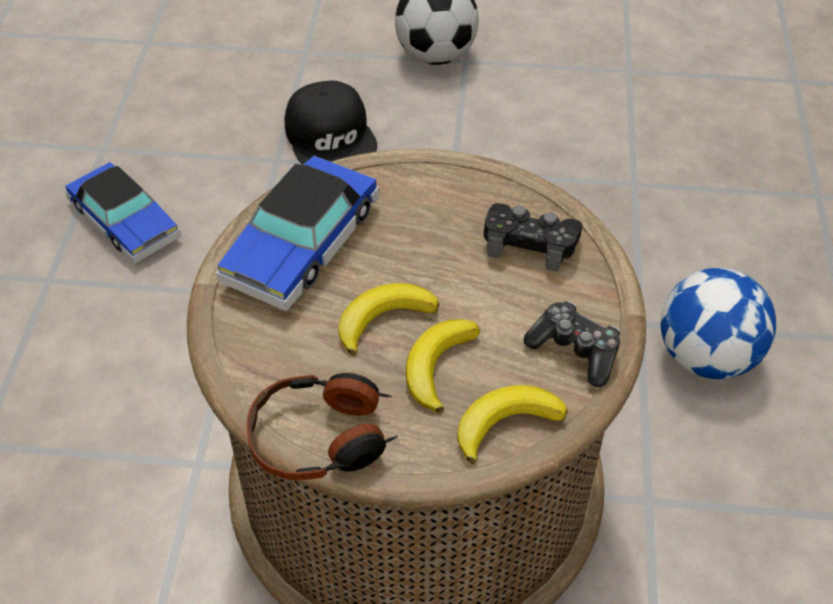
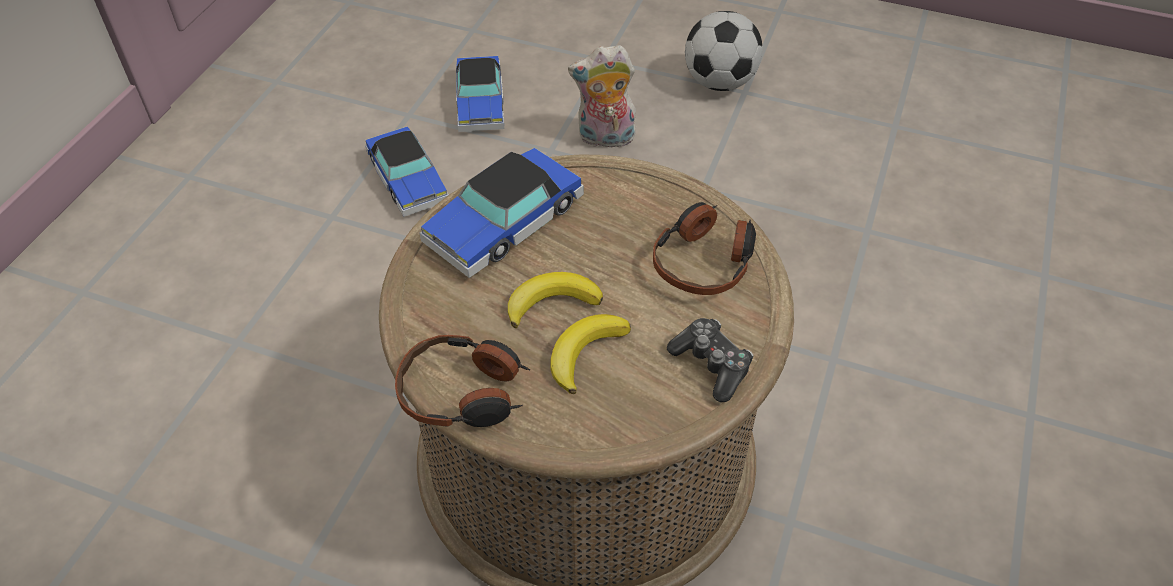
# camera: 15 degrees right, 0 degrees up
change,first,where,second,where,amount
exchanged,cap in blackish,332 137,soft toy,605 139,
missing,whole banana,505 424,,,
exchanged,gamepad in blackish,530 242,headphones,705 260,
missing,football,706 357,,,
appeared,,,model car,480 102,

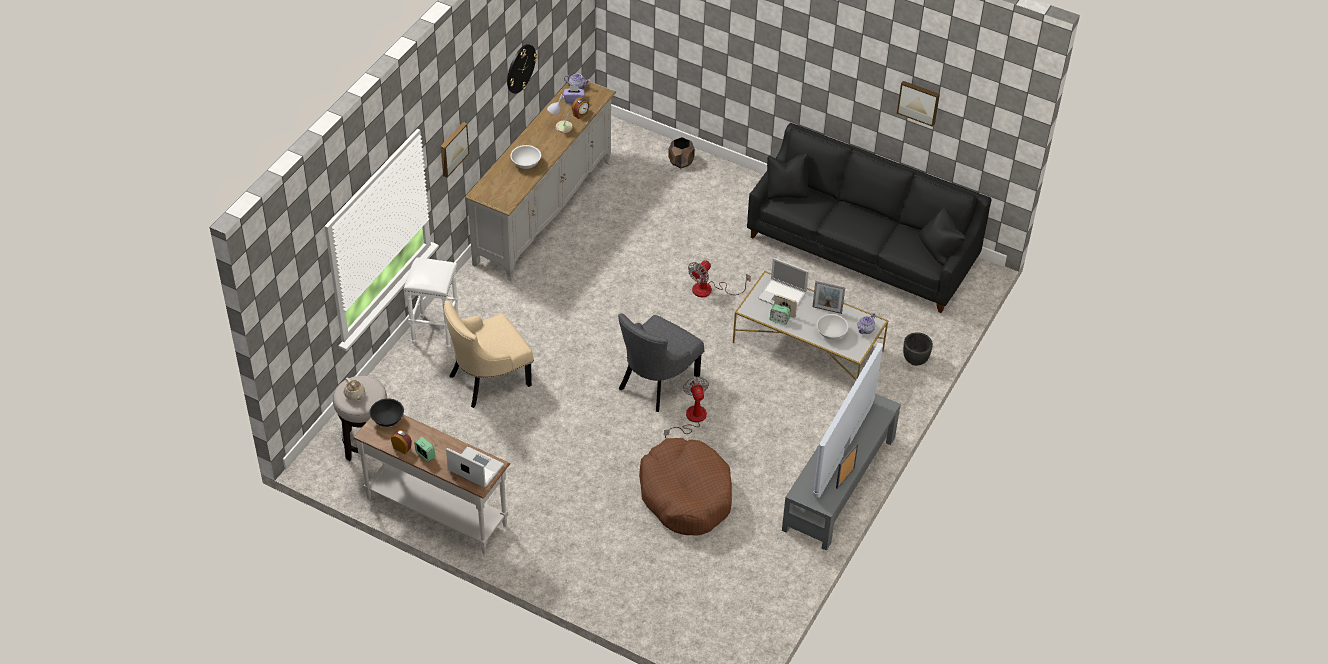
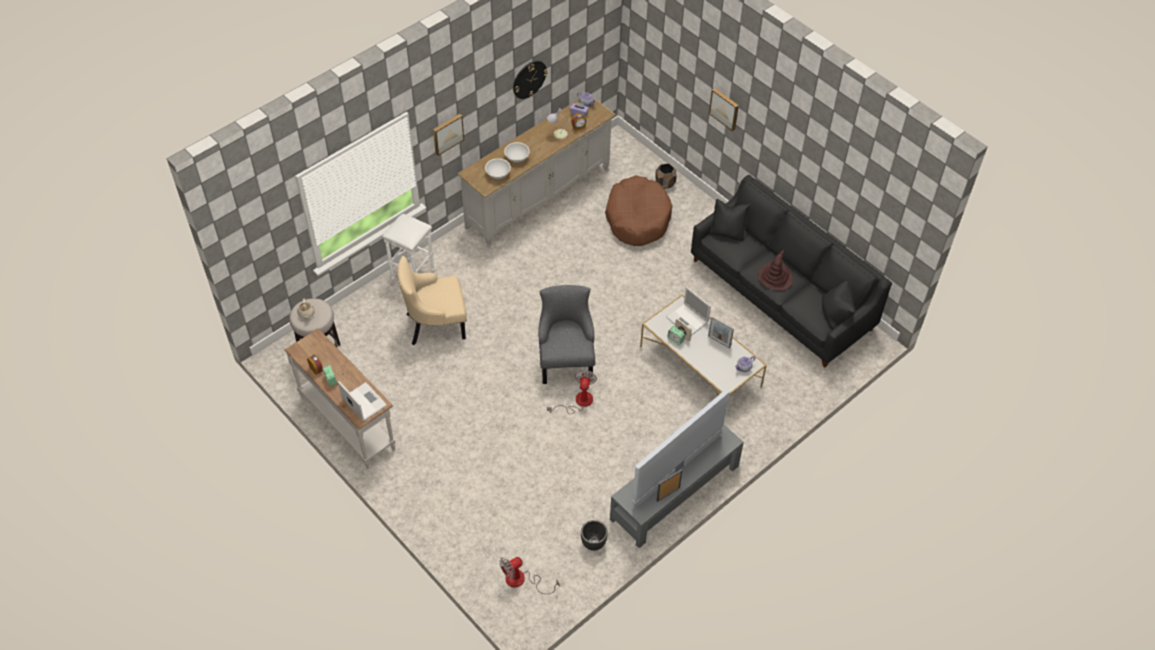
# camera: 20 degrees right, 5 degrees up
change,first,where,second,where,amount
missing,deep dish in blackish,387 419,,,
spun,easy chair in grey,658 381,,566 362,120 degrees clockwise
relocated,dog cushion in brown,686 495,,637 218,
relocated,cooling fan,709 290,,522 581,
relocated,deep dish in whitish,831 333,,498 174,
relocated,wall art,919 102,,725 108,
relocated,plant pot in blackish,915 360,,593 543,
appeared,,,clothing hat in brown,775 277,

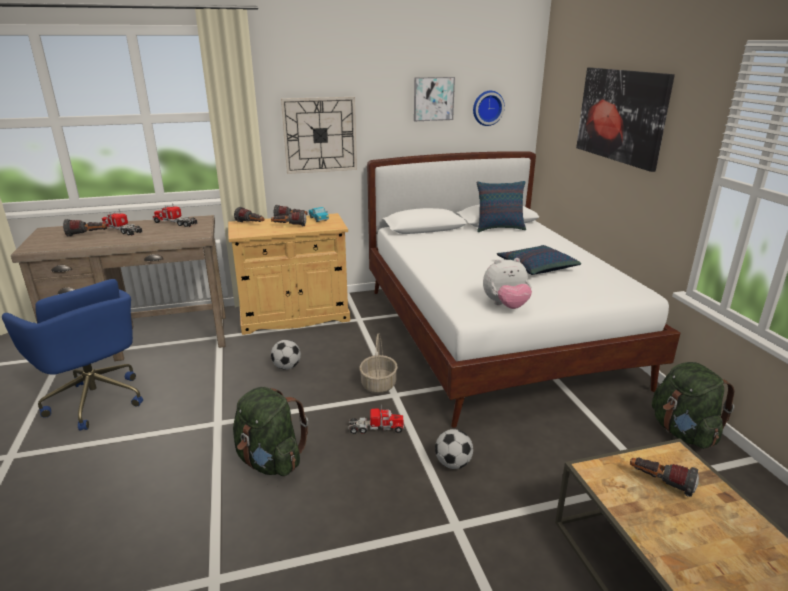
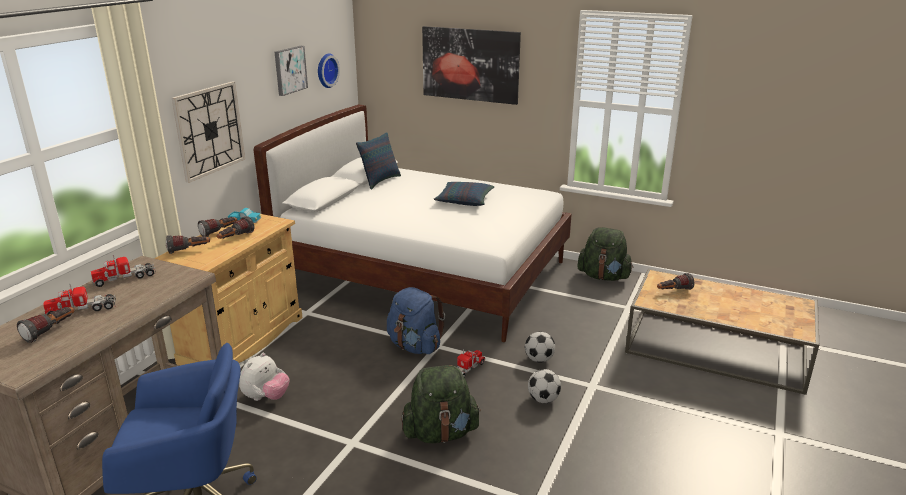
# camera: 50 degrees left, 0 degrees up
change,first,where,second,where,amount
relocated,football,287 367,,543 399,
exchanged,storage basket,379 385,rucksack in blue-coloured,415 346,
relocated,soft toy,506 306,,266 397,

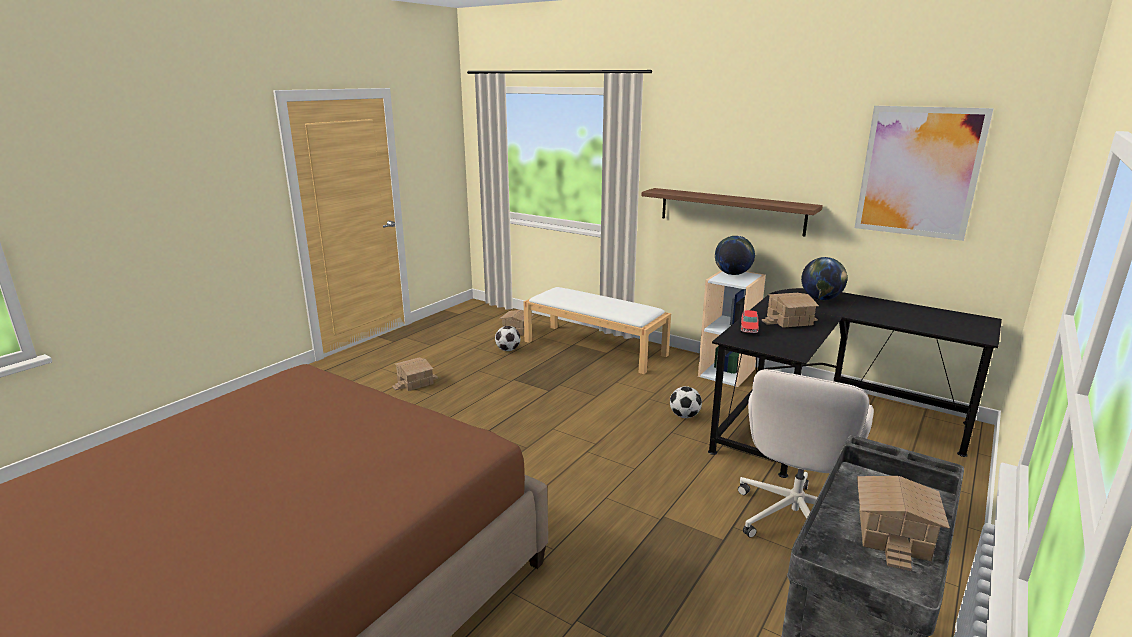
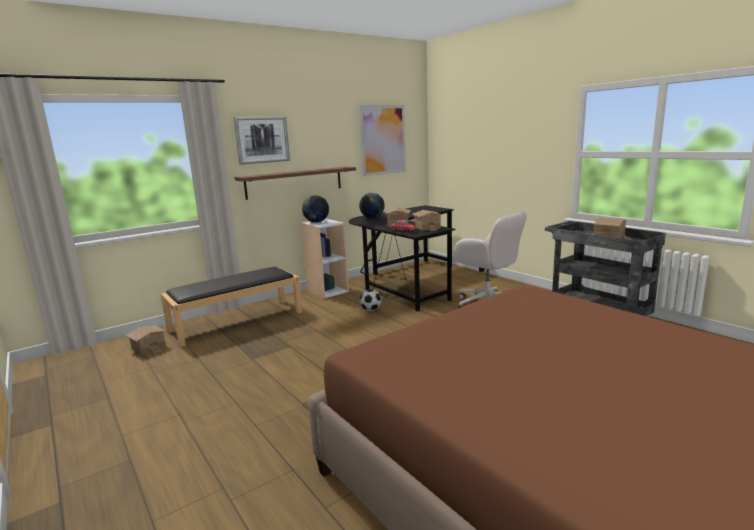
# camera: 70 degrees left, 5 degrees down
change,first,where,second,where,amount
relocated,model house,415 383,,427 227,
missing,football,508 350,,,
colour,indoor bench in whitish,595 348,indoor bench in blackish,237 321,
appeared,,,wall art,262 139,

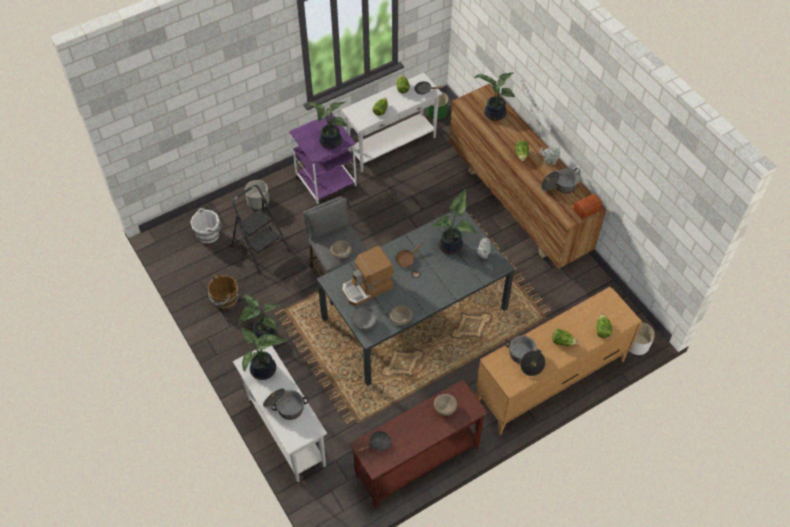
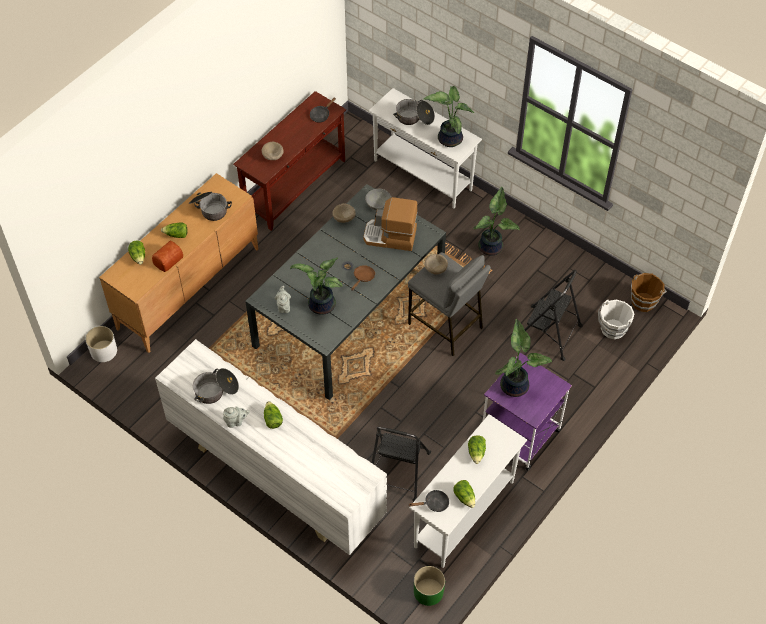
# camera: 160 degrees right, 0 degrees up
change,first,where,second,where,amount
relocated,bucket in brown,225 301,,643 301,
missing,plant pot in grey,258 202,,,
spun,coffee maker,367 288,,390 237,120 degrees counterclockwise
colour,storage cabinet in brown,518 206,storage cabinet in whitish,274 477,
missing,houseplant,493 114,,,
relocated,bread,587 209,,167 260,
appeared,,,stepladder in blackish,397 472,

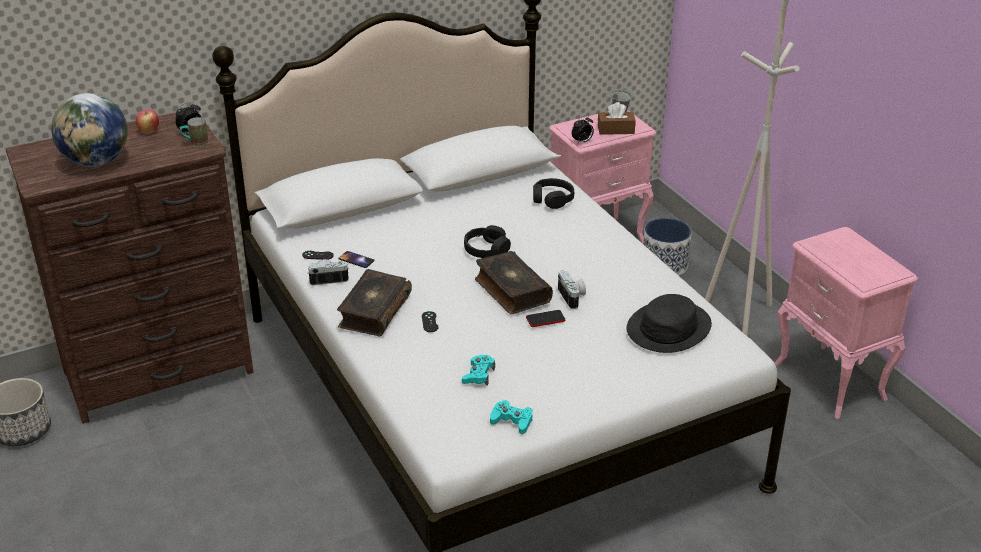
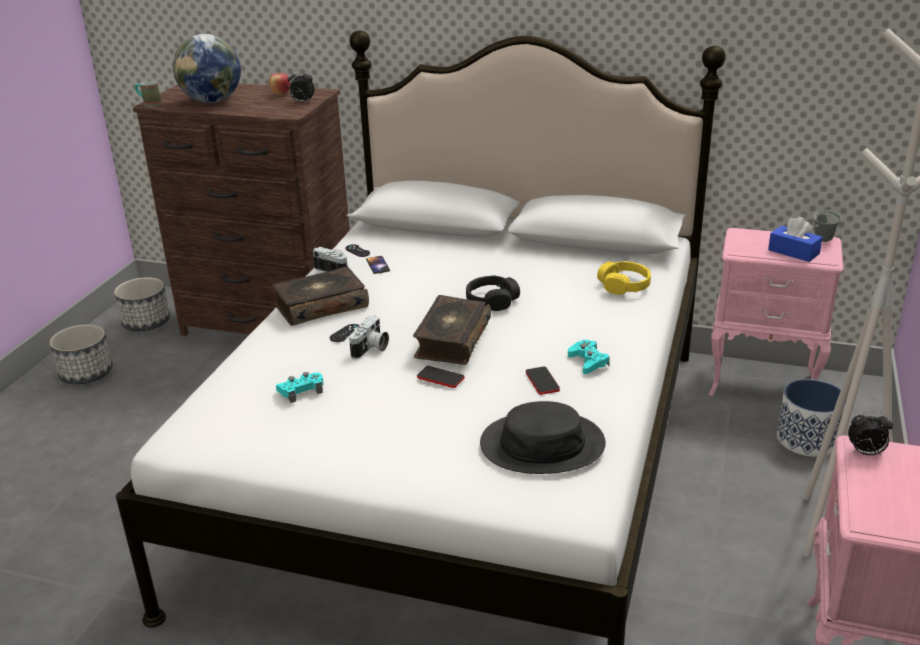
# camera: 45 degrees right, 5 degrees down
change,first,where,second,where,amount
relocated,tea mug,195 143,,149 104,
relocated,gamepad in blue-green,512 421,,588 362,
colour,headphones in blackish,552 199,headphones in yellowish,624 285,
relocated,still camera,573 297,,371 349,
relocated,bedside clock,582 142,,865 453,
colour,tissue box in brown,616 130,tissue box in blue-coloured,793 252,
appeared,,,plant pot,86 374,
appeared,,,phone,542 381,

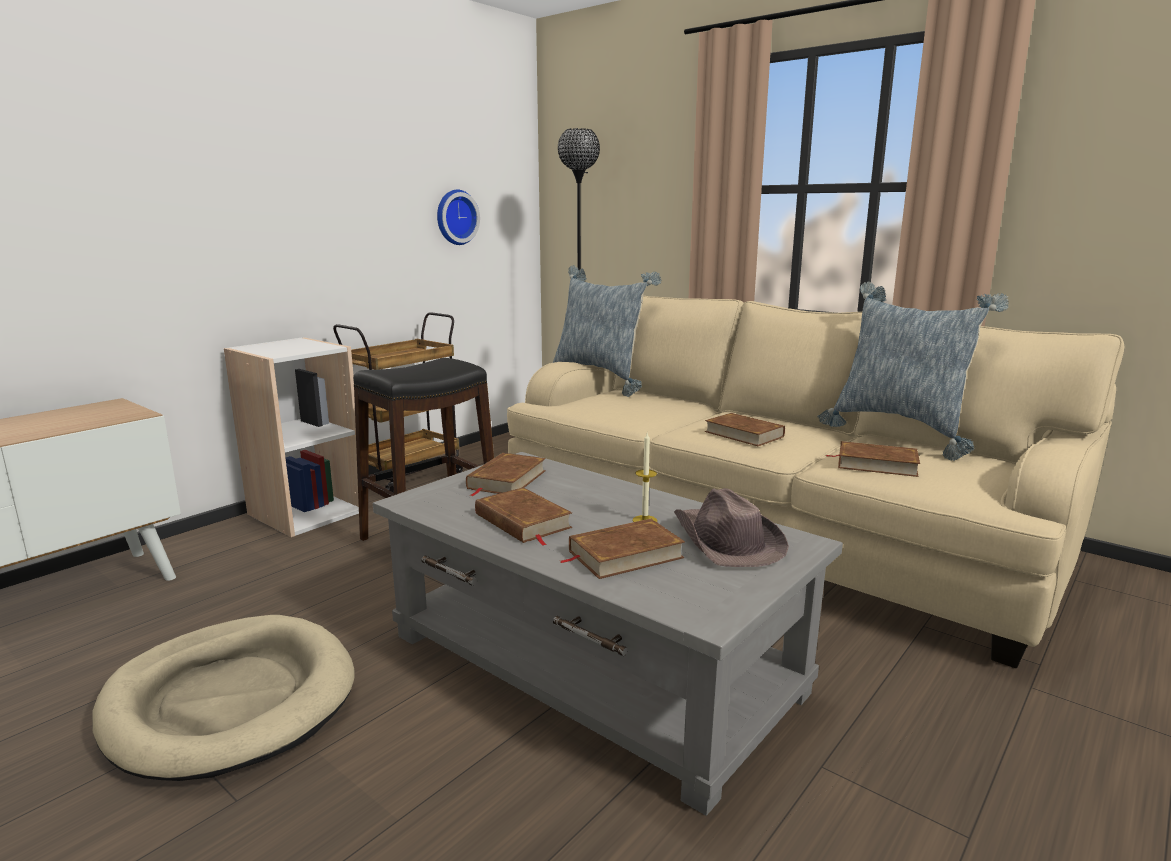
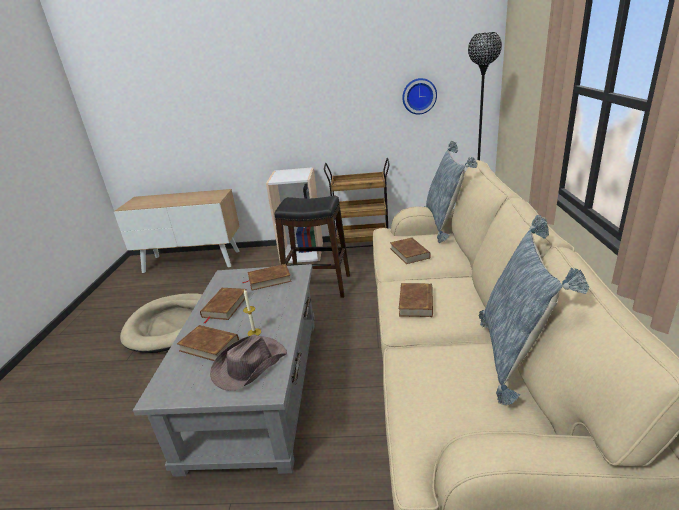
# camera: 55 degrees right, 10 degrees up
change,first,where,second,where,amount
relocated,volume in brown,876 464,,409 253,

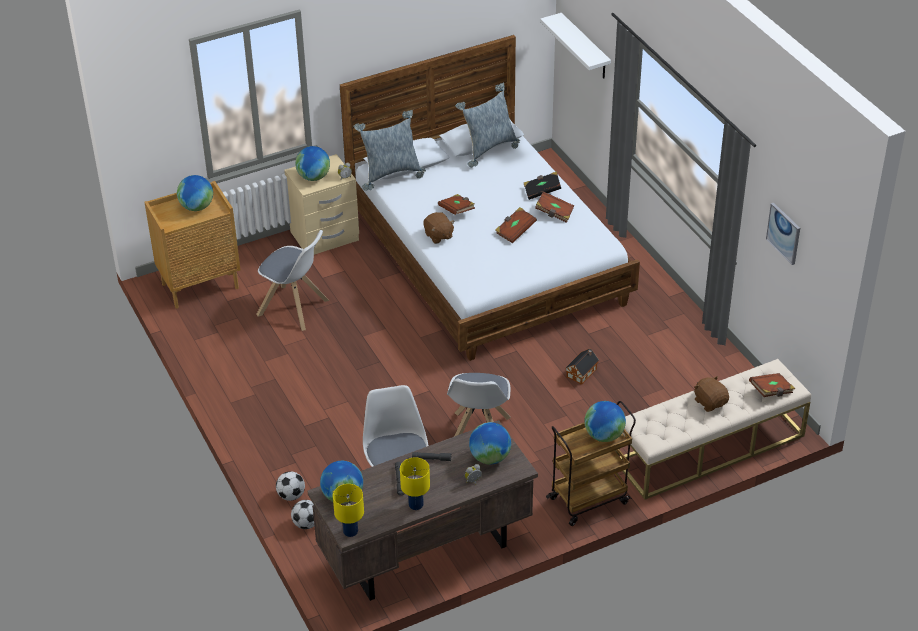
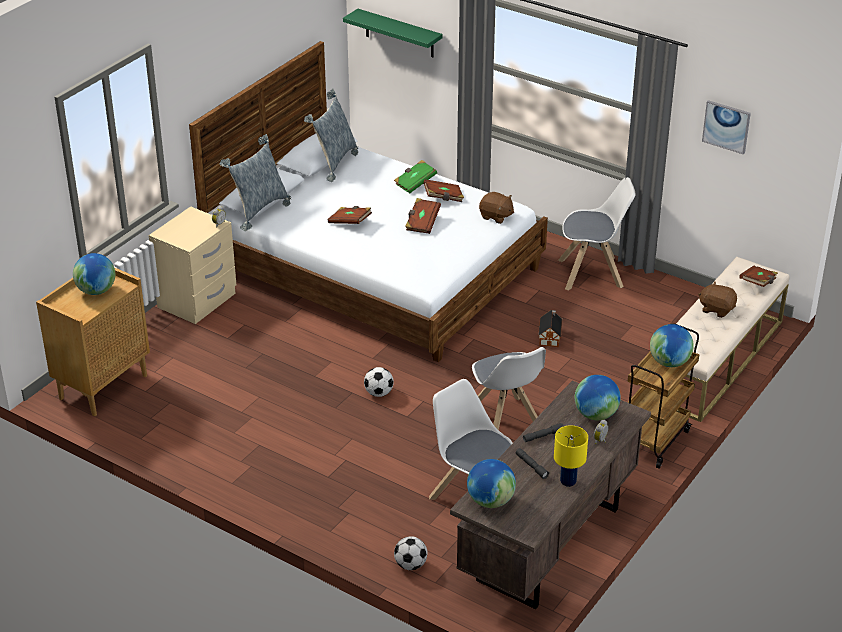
# camera: 30 degrees left, 5 degrees down
change,first,where,second,where,amount
relocated,upright chair,295 308,,592 273,
relocated,football,291 495,,378 393,
missing,globe,314 177,,,
missing,lamp for a table in yellowish,350 531,,,
relocated,soft toy in brown,438 236,,496 216,
colour,volume in blackish,542 191,volume in green-coloured,415 183,
colour,wall shelf in whitish,585 47,wall shelf in green-coloured,399 33,

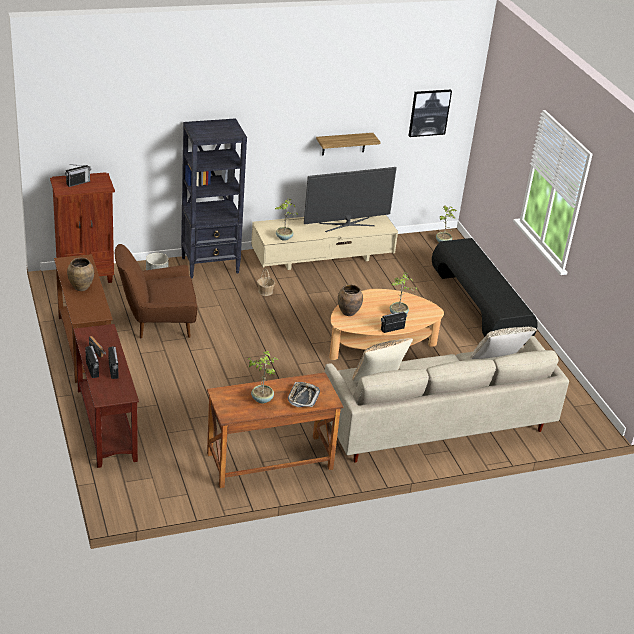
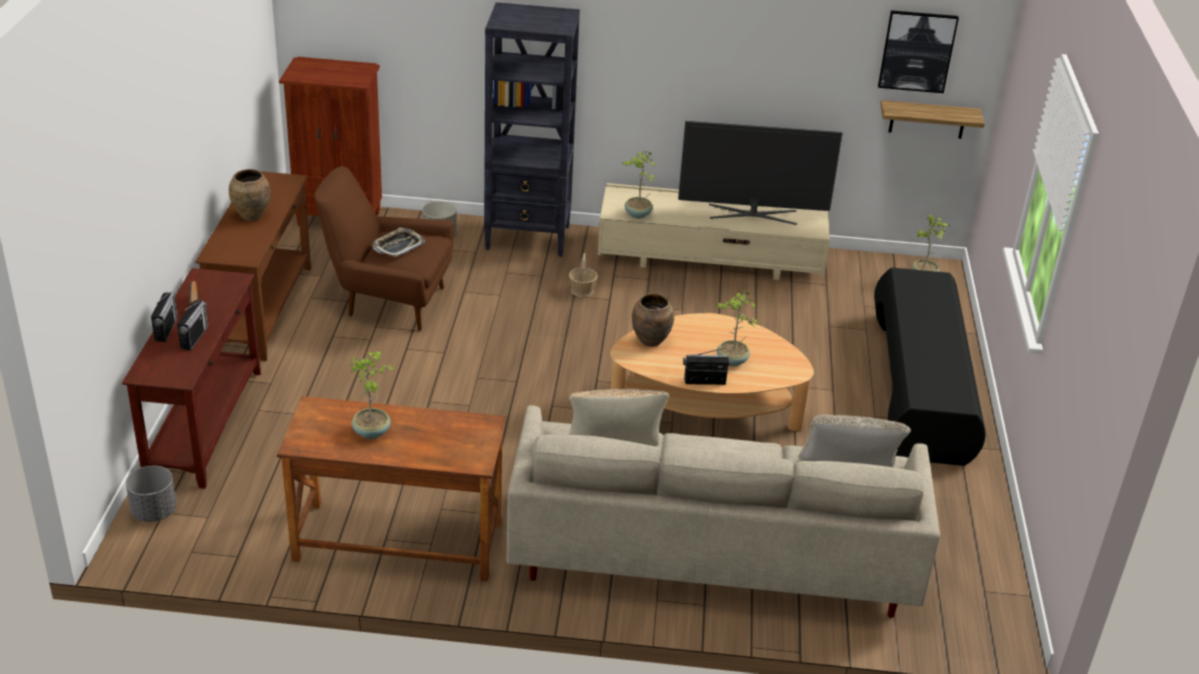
# camera: 25 degrees right, 0 degrees up
change,first,where,second,where,amount
missing,radio receiver,78 183,,,
relocated,tray,303 397,,398 246,
relocated,wall shelf,344 144,,927 119,
appeared,,,plant pot in grey,154 512,

